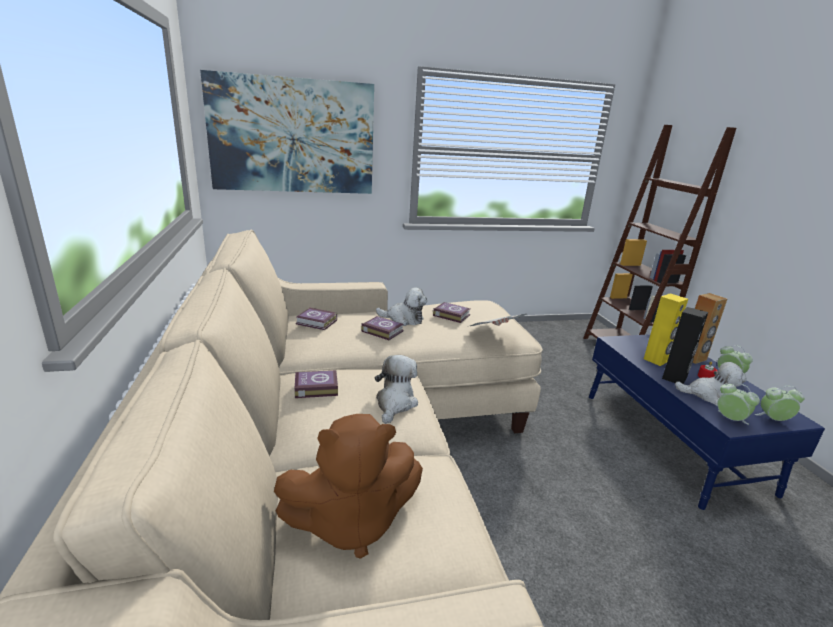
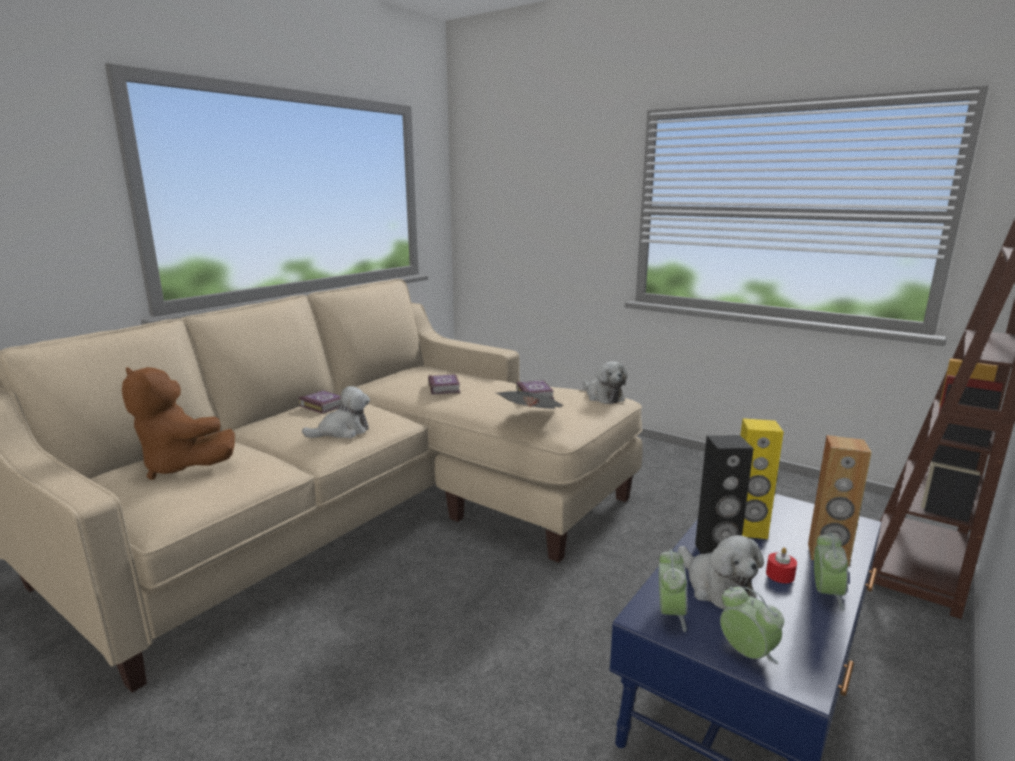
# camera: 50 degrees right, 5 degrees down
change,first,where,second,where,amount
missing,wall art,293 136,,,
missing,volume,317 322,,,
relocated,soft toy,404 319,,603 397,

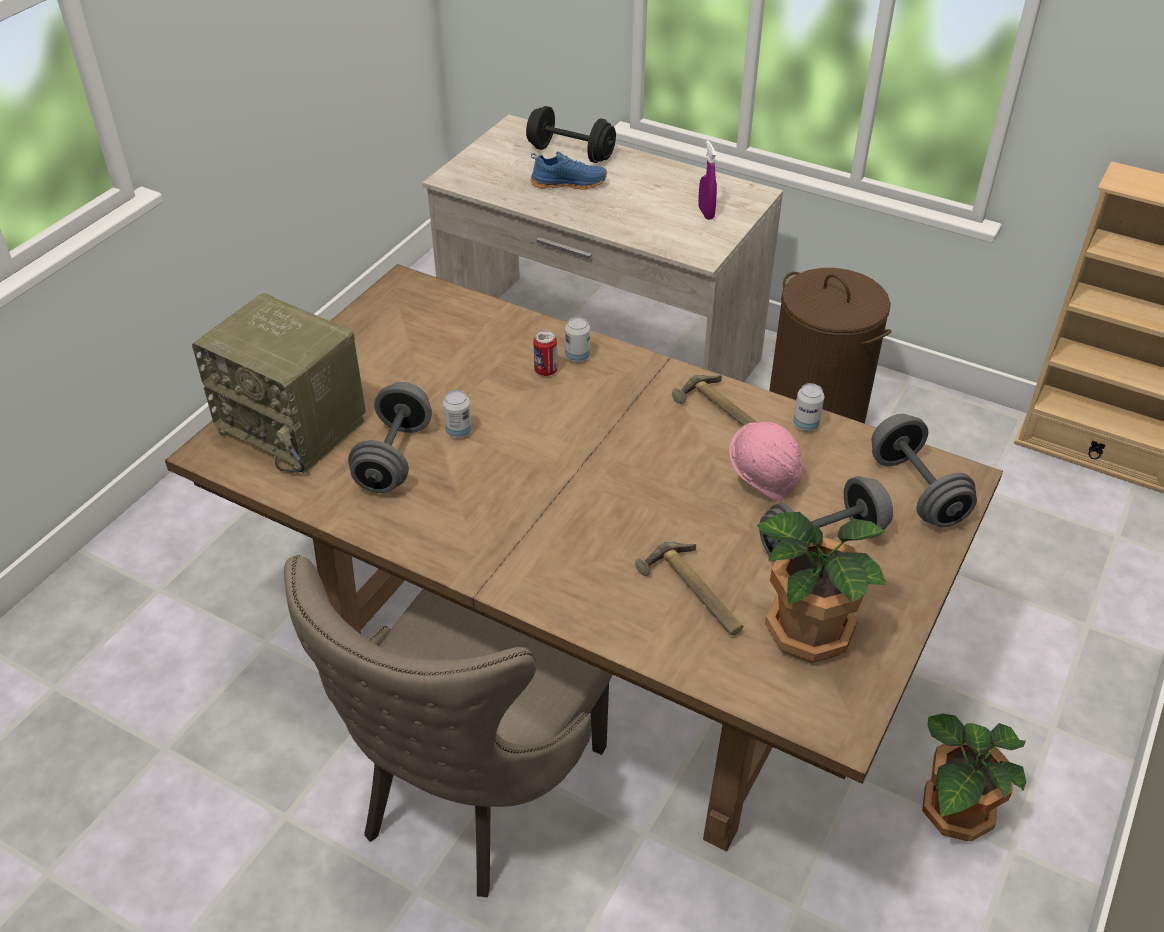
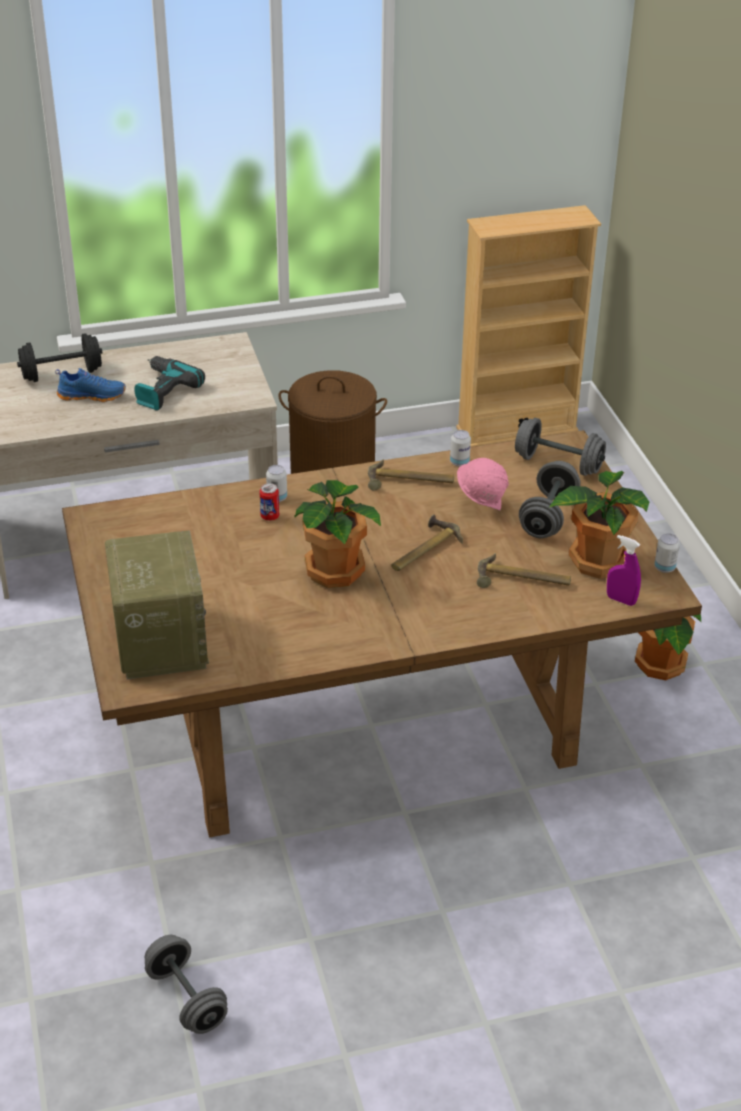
# camera: 45 degrees left, 5 degrees down
change,first,where,second,where,amount
spun,radio receiver,295 426,,159 639,90 degrees counterclockwise
missing,upright chair in beige-coloured,472 793,,,
relocated,free weight in grey,394 458,,187 998,
relocated,sealed can,459 431,,664 568,
spun,low shoe in blue-coloured,568 183,,92 395,45 degrees clockwise
relocated,sprayer in purple,706 213,,621 600,
appeared,,,electric drill,162 390,
appeared,,,houseplant,337 570,
appeared,,,hand hammer,422 550,

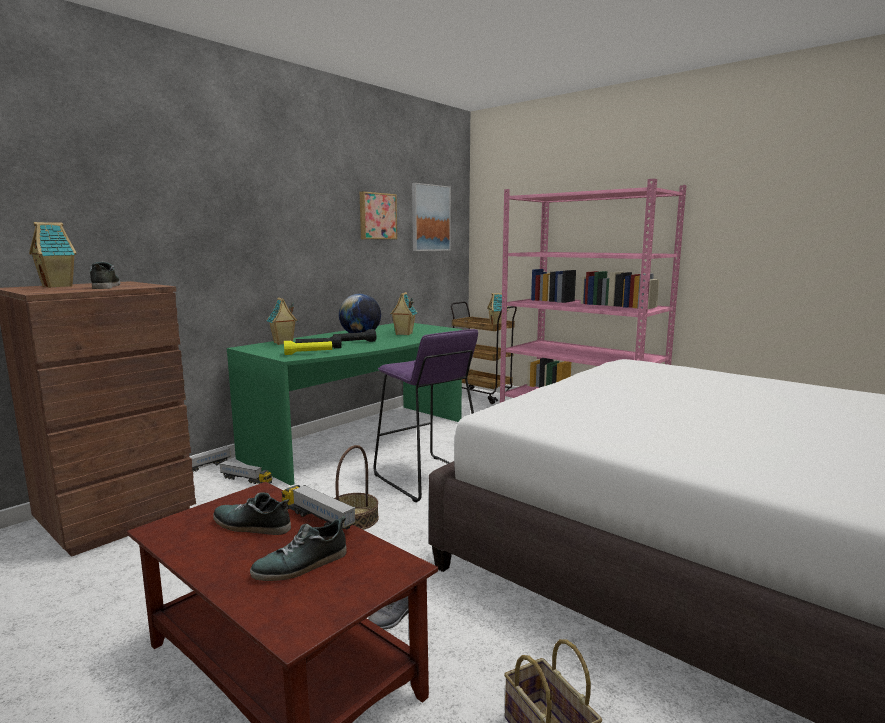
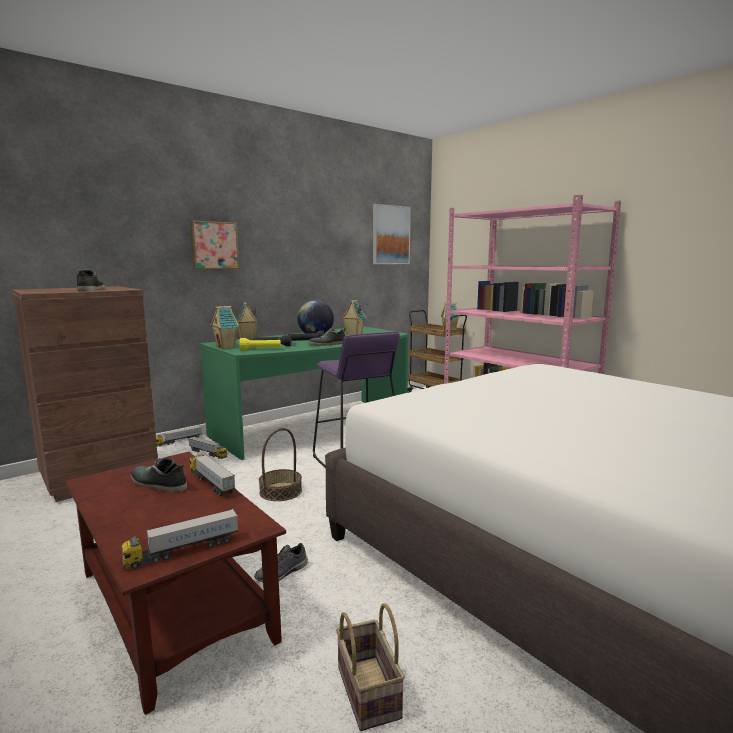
# camera: 10 degrees right, 0 degrees up
change,first,where,second,where,amount
relocated,model house,58 286,,226 347,
relocated,low shoe,301 565,,327 344,
relocated,wall art,377 216,,214 245,
appeared,,,model truck,183 551,

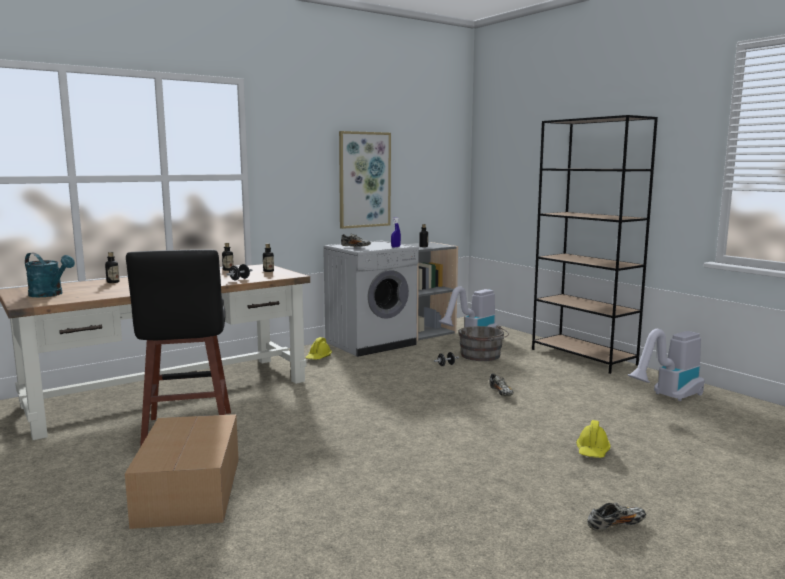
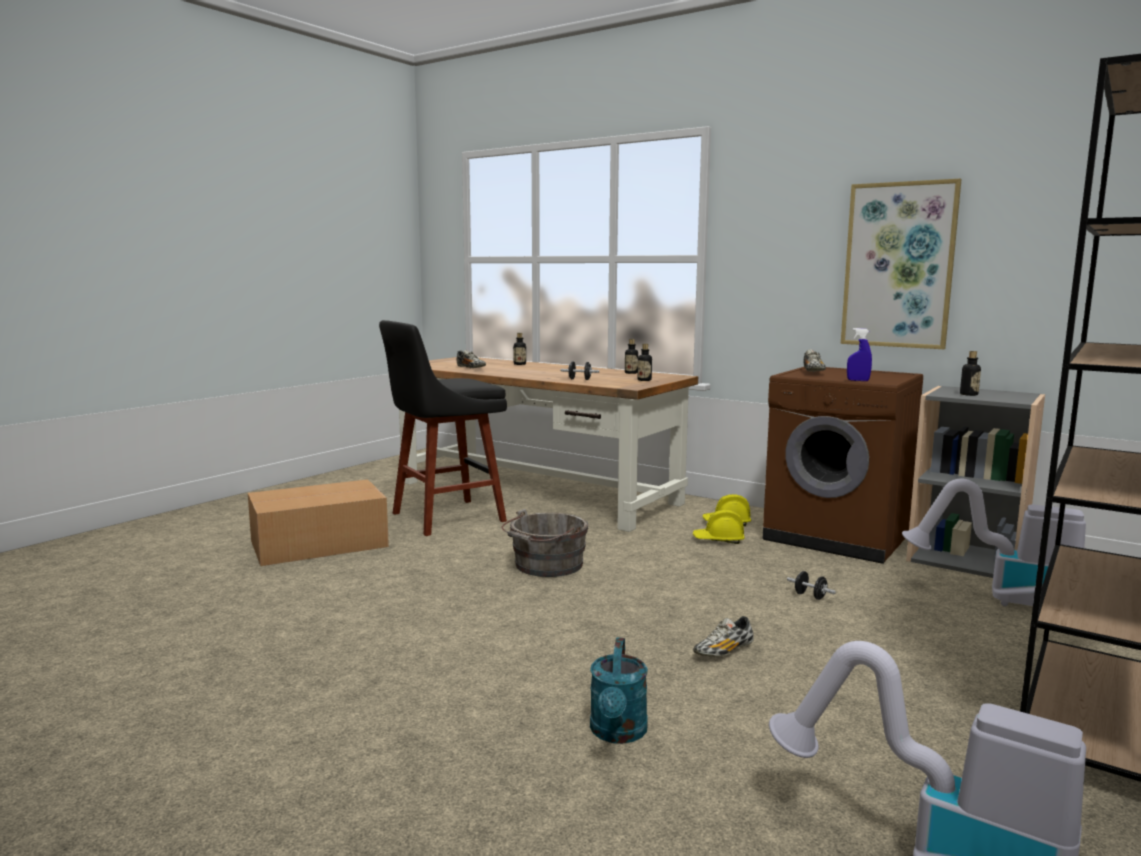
# camera: 70 degrees right, 0 degrees up
change,first,where,second,where,amount
relocated,sprinkling can in blue-green,50 295,,618 733,
colour,laundry appliance in whitish,372 344,laundry appliance in brown,836 538,
relocated,bucket in grey,482 356,,546 566,
relocated,work helmet in yellowish,592 451,,718 540,
relocated,low shoe,616 525,,471 368,

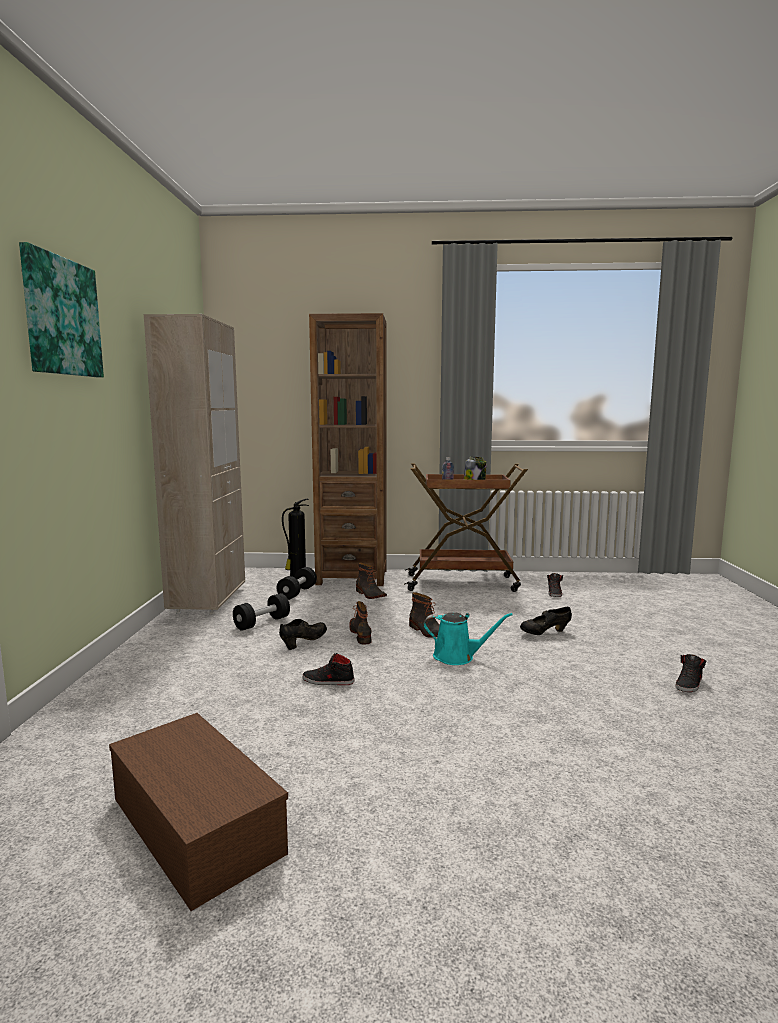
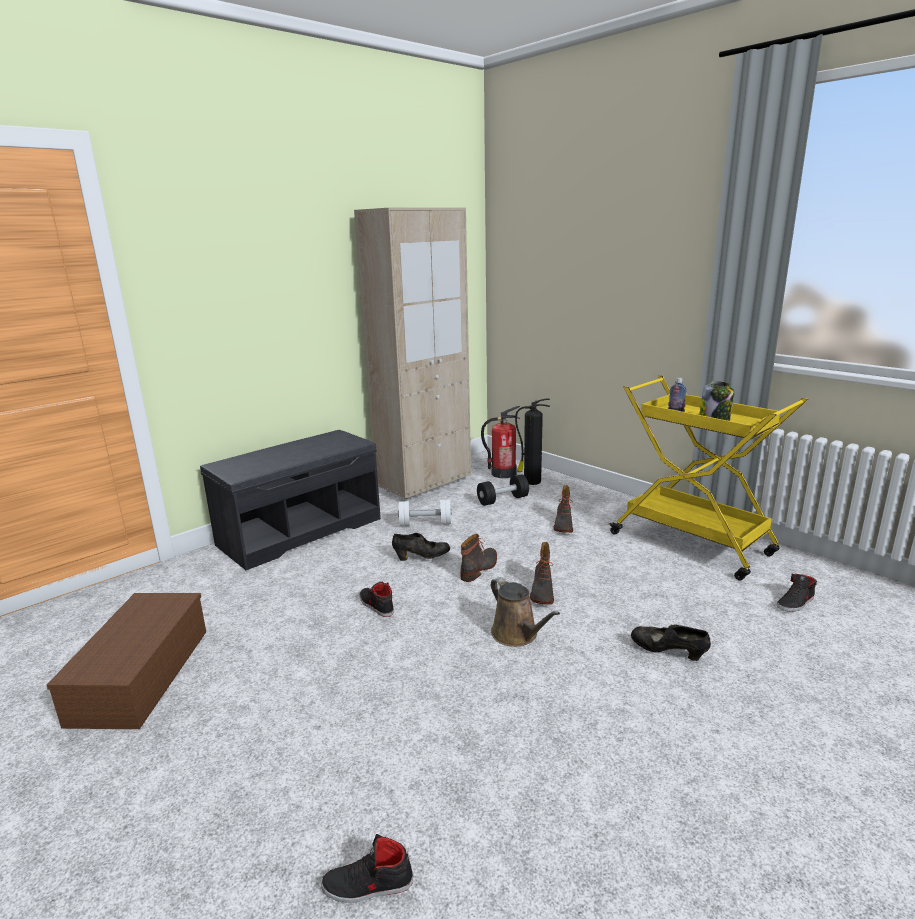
# camera: 45 degrees right, 10 degrees up
change,first,where,second,where,amount
missing,wall art,61 317,,,
colour,free weight in blackish,262 623,free weight in whitish,425 524,
missing,bookcase in brown,352 577,,,
colour,trolley in brown,462 583,trolley in yellowish,691 544,
colour,sprinkling can in blue-green,458 657,sprinkling can in brown,517 635,
relocated,low shoe in blackish,689 684,,368 885,
appeared,,,indoor bench in grey,301 531,
appeared,,,extinguisher,503 473,

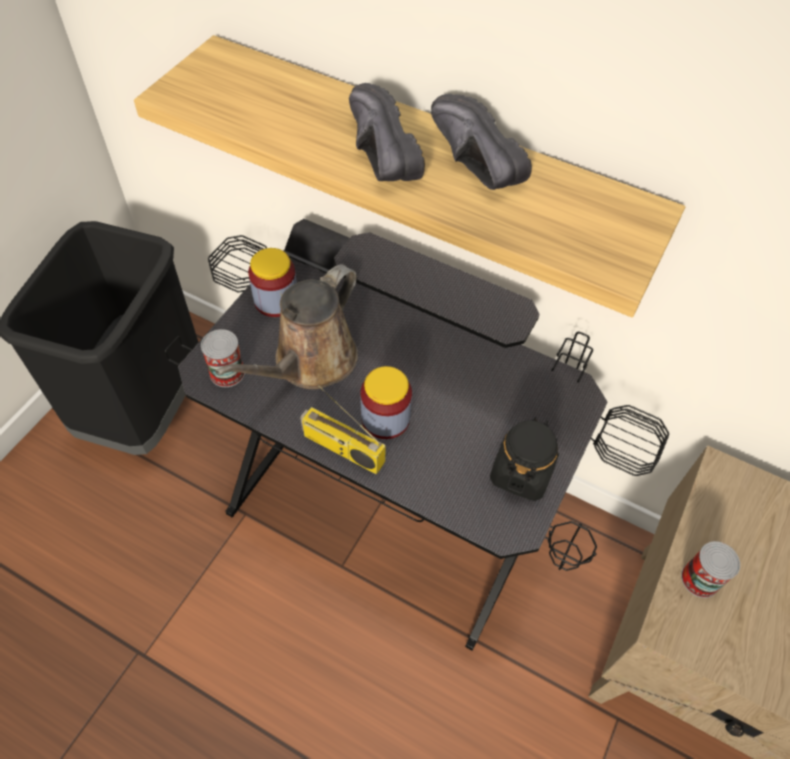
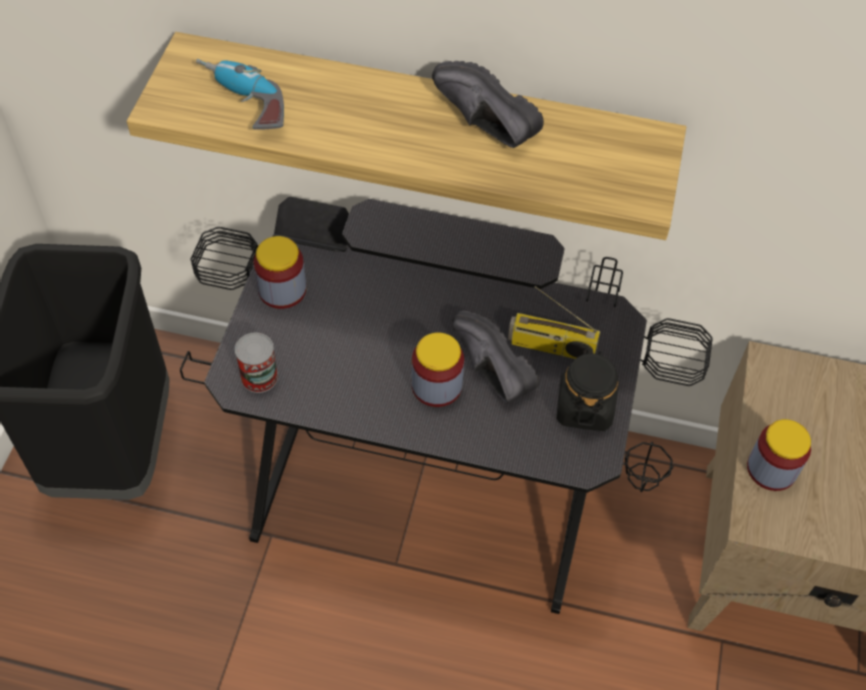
# camera: 15 degrees left, 0 degrees up
change,first,where,second,where,amount
missing,sprinkling can in brown,310 362,,,
relocated,radio receiver,341 449,,550 347,
relocated,low shoe in blackish,374 154,,486 370,
exchanged,sealed can,700 579,jar,771 469,
appeared,,,electric drill,242 103,

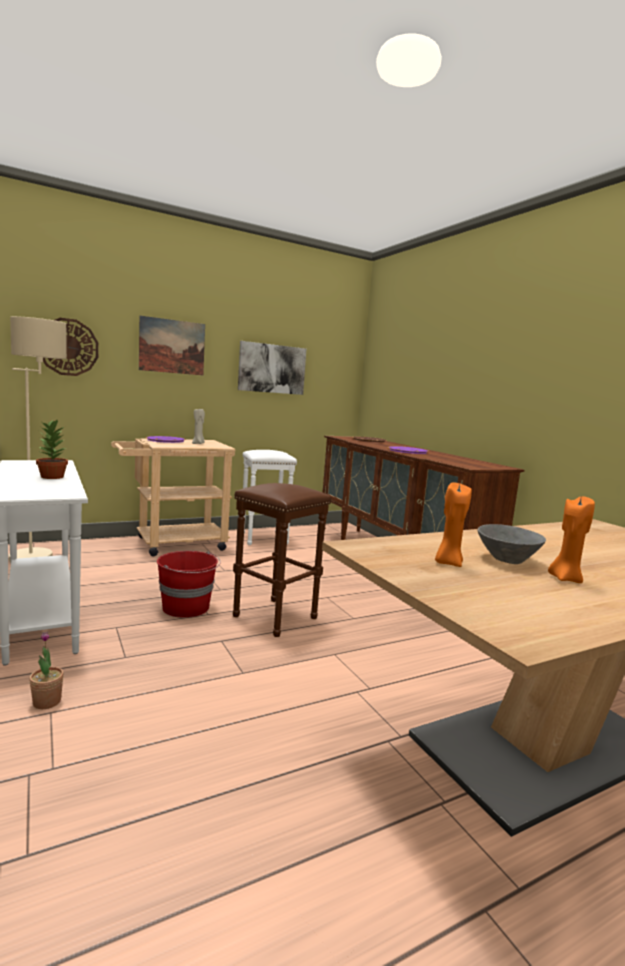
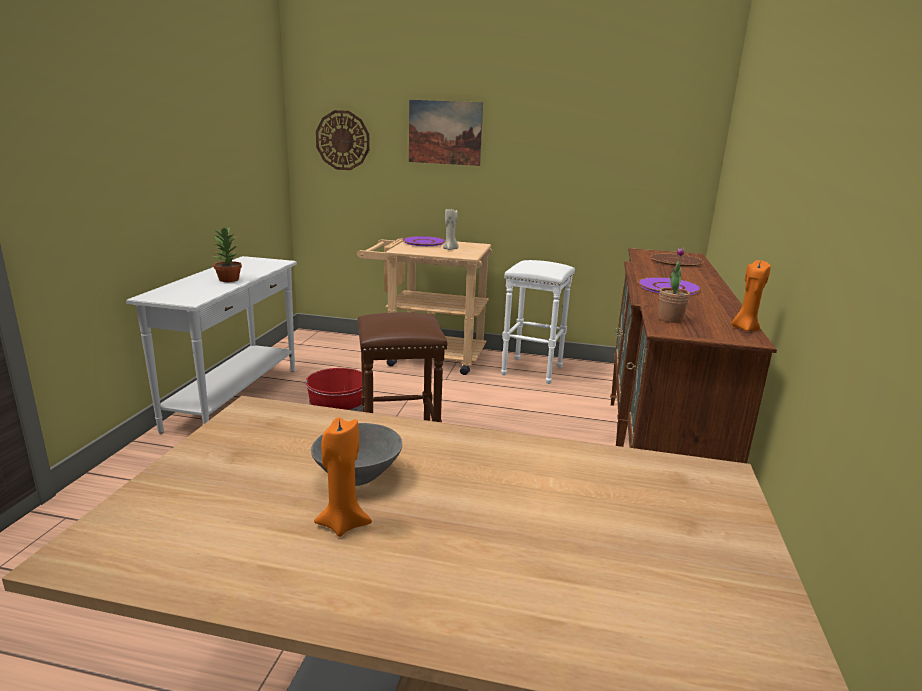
# camera: 40 degrees right, 10 degrees up
change,first,where,second,where,amount
missing,floor lamp in beige-coloured,39 554,,,
relocated,houseplant,47 702,,670 319,
missing,wall art,272 368,,,
relocated,candle in orangey,448 563,,744 328,

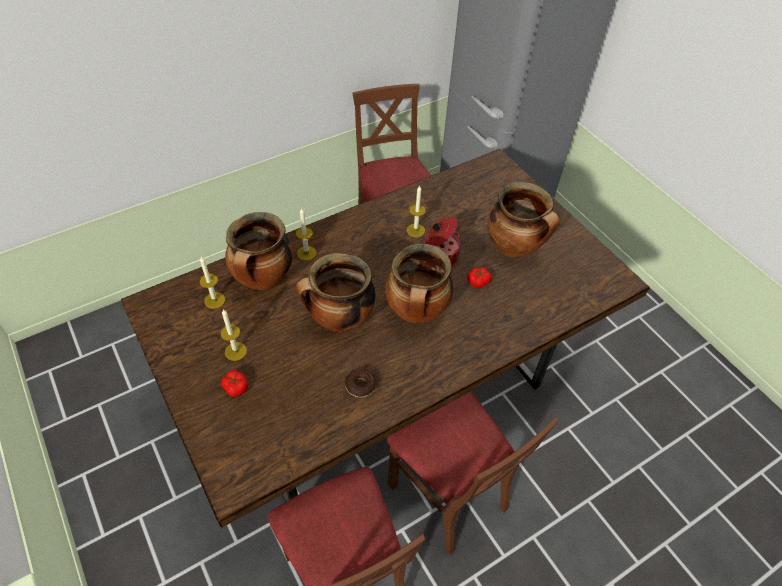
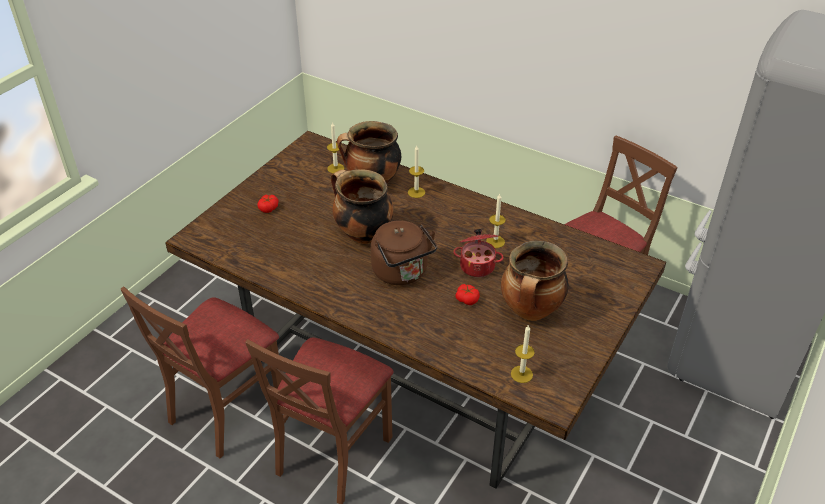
# camera: 65 degrees right, 10 degrees down
change,first,where,second,where,amount
relocated,candle,235 351,,521 374,
missing,doughnut,360 385,,,
exchanged,cooking pot,417 312,tea kettle in brown,402 273,

